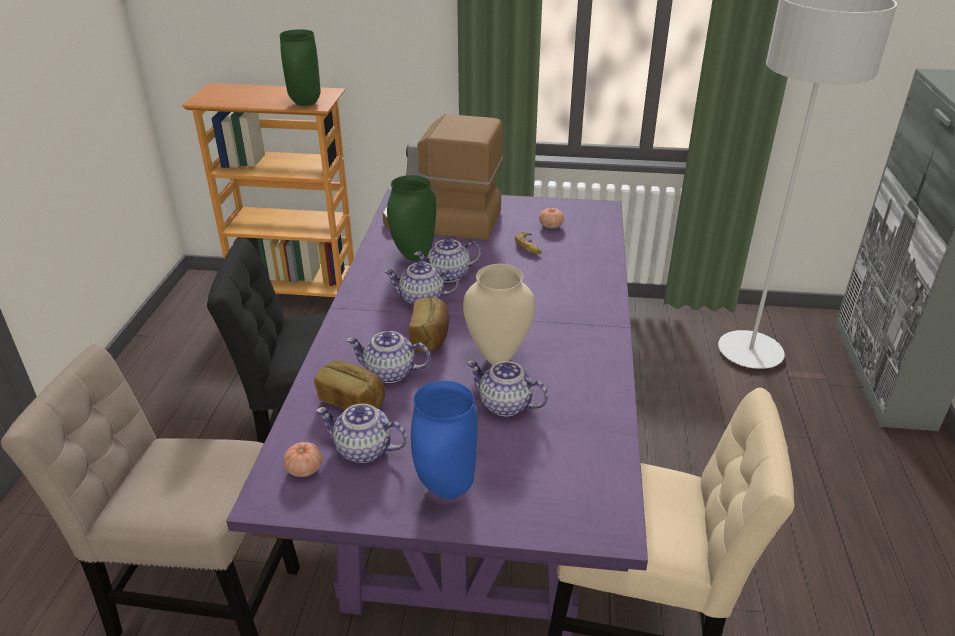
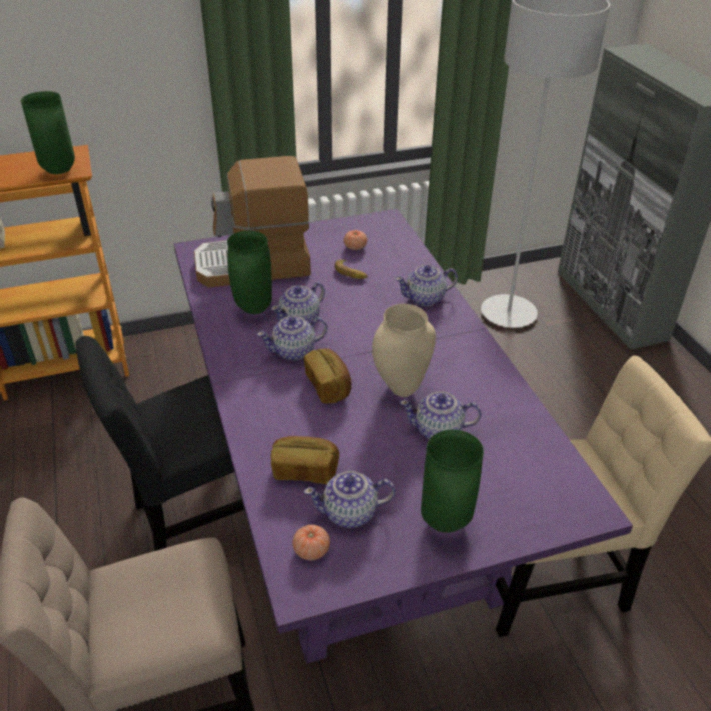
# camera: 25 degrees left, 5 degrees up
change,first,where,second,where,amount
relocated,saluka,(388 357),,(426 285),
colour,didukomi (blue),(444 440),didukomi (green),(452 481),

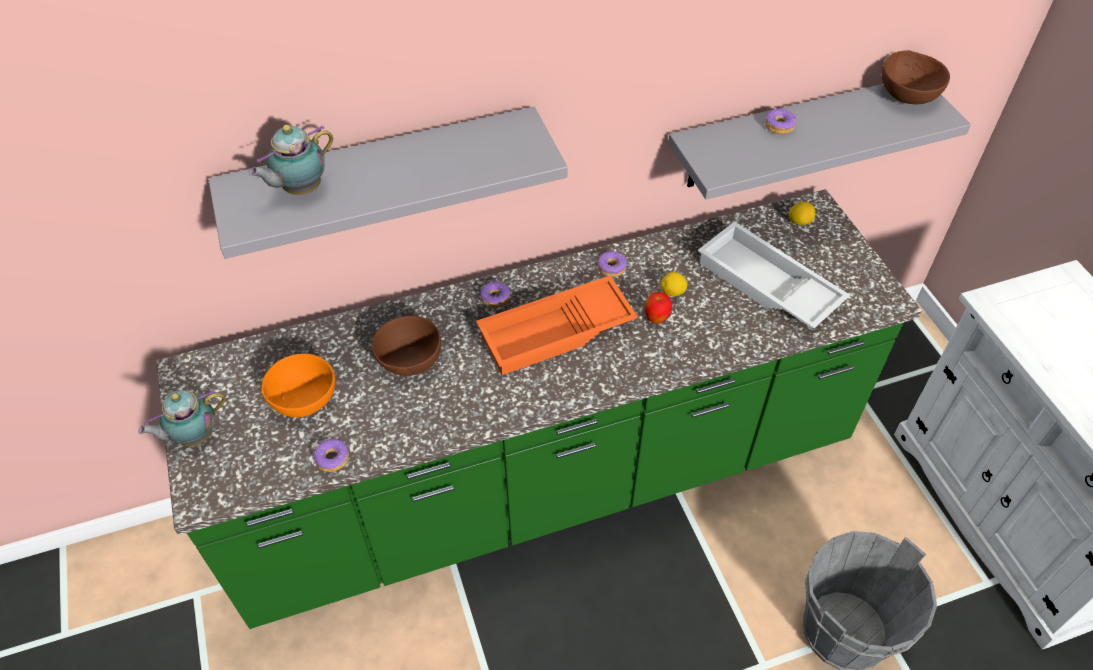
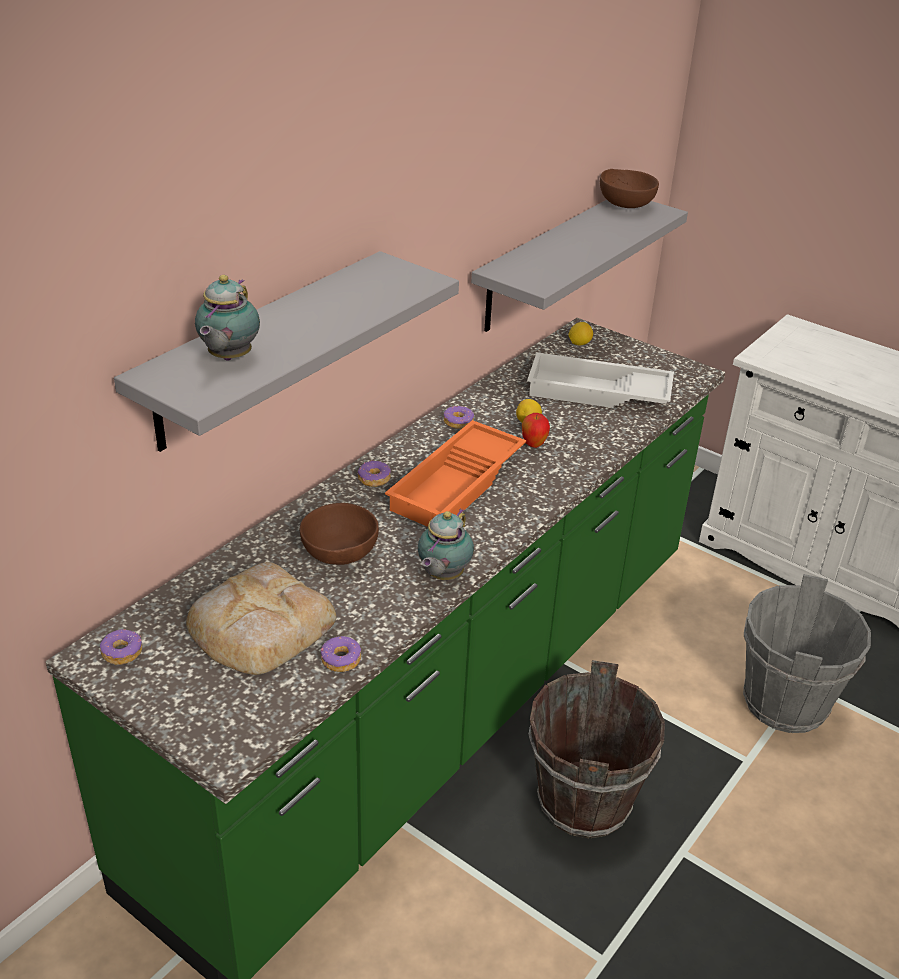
# camera: 35 degrees left, 15 degrees down
change,first,where,second,where,amount
relocated,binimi,(781 121),,(121 647),
exchanged,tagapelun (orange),(298 385),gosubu,(261 618),
relocated,saluka,(182 418),,(446 544),
appeared,,,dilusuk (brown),(597 749),

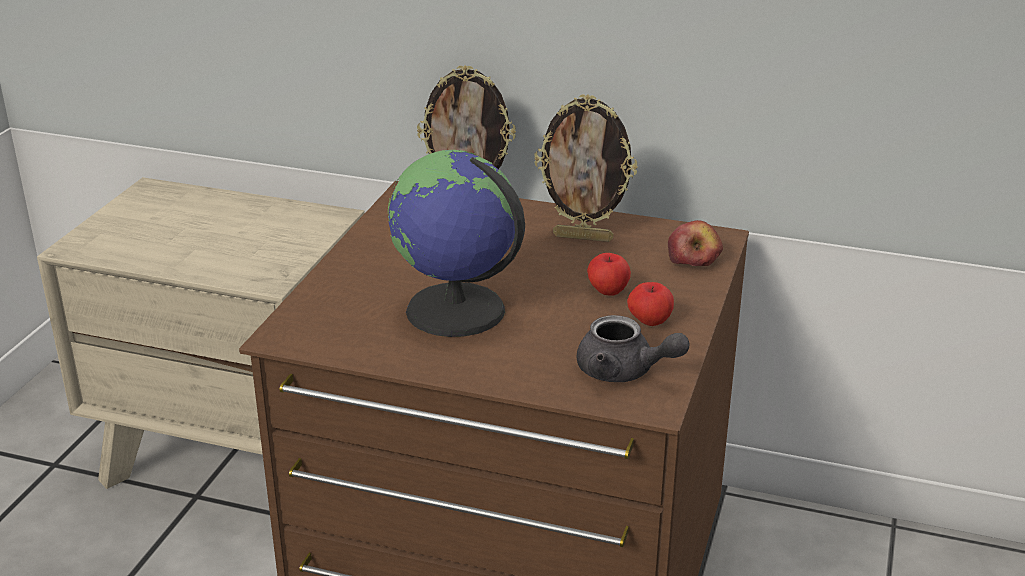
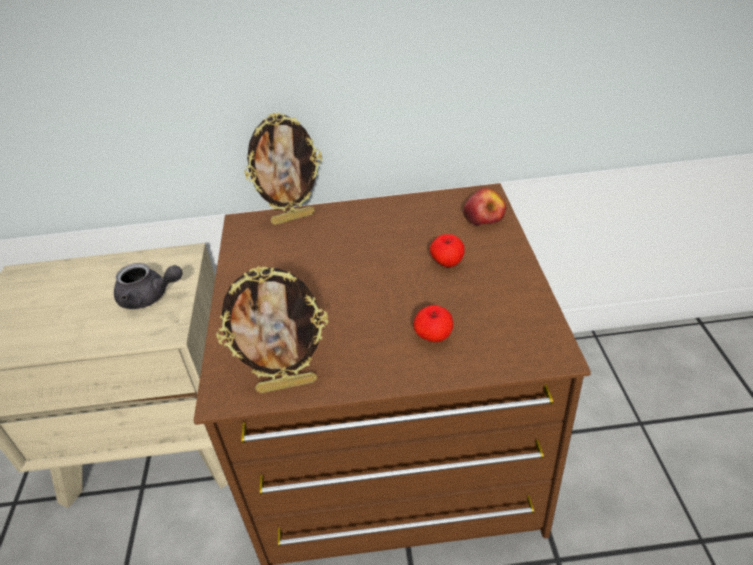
# camera: 20 degrees left, 10 degrees up
change,first,where,second,where,amount
relocated,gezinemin,(586 168),,(272 329),
missing,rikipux,(456 243),,,
relocated,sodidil,(650 304),,(433 323),
relocated,saluka (grey),(632 348),,(148 286),

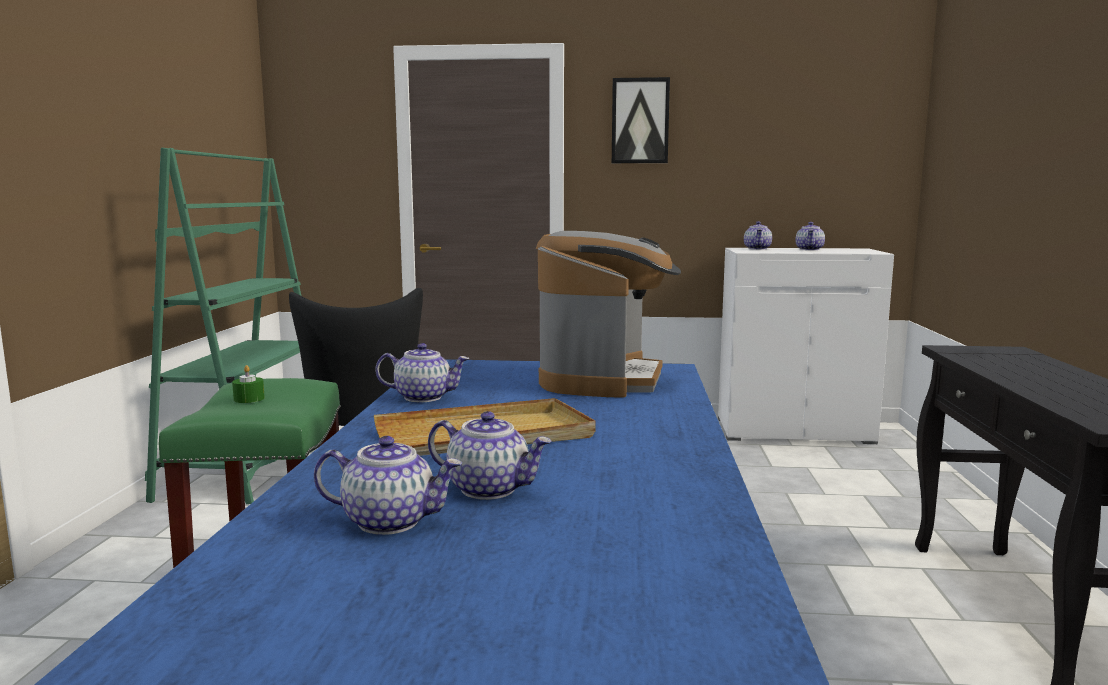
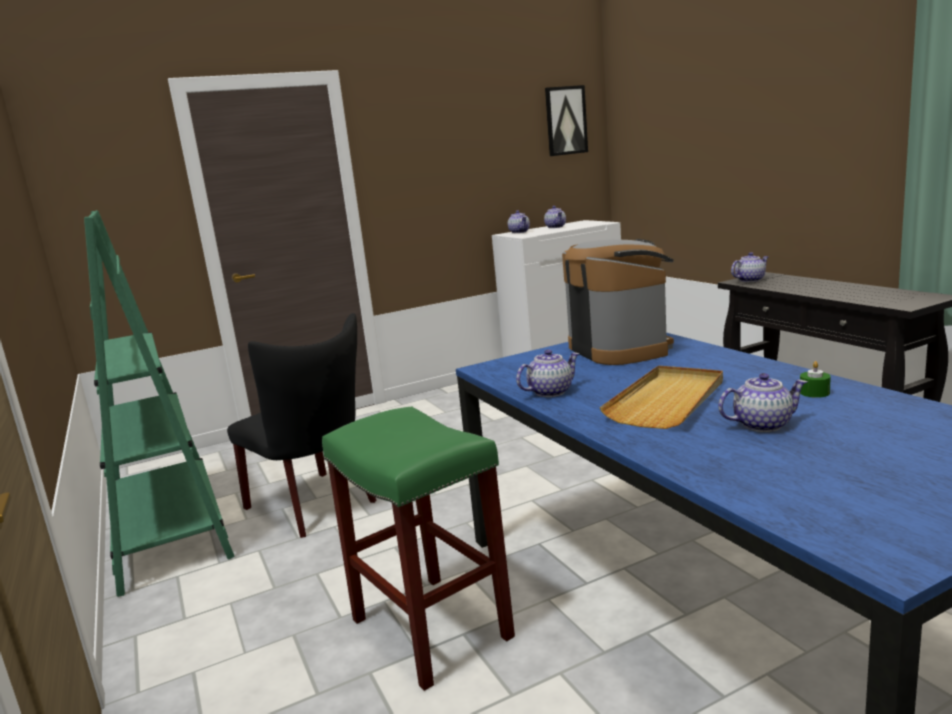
# camera: 30 degrees left, 5 degrees up
change,first,where,second,where,amount
relocated,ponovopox,(641 120),,(566 120),
relocated,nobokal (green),(248 384),,(815 379),
relocated,saluka,(388 485),,(749 267),

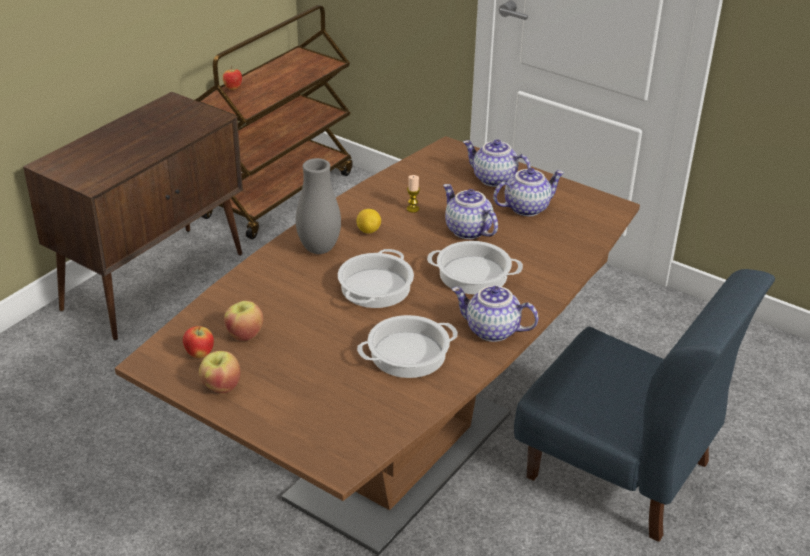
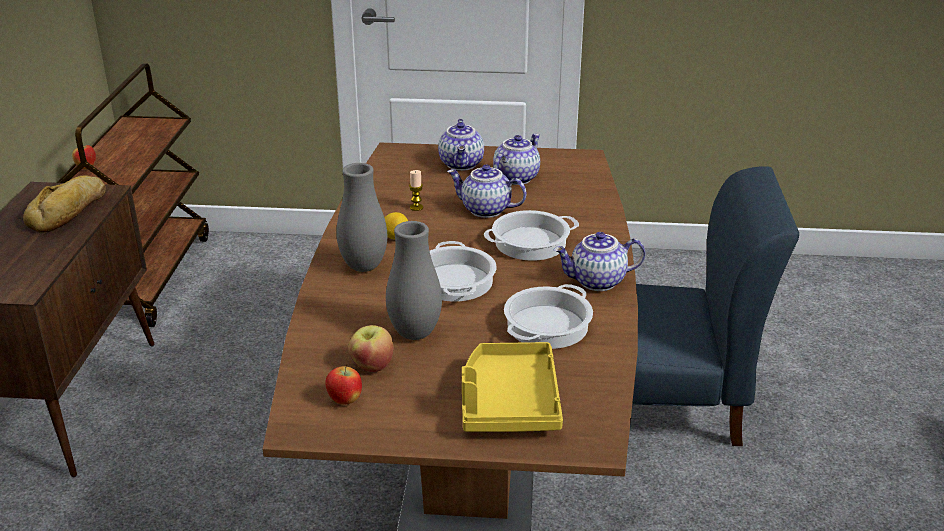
# camera: 30 degrees left, 5 degrees down
change,first,where,second,where,amount
spun,saluka,(497 163),,(461 145),90 degrees counterclockwise
missing,sodidil,(219 372),,,
appeared,,,gosubu,(64 204),
appeared,,,didukomi (grey),(414 280),
appeared,,,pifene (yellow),(512 387),

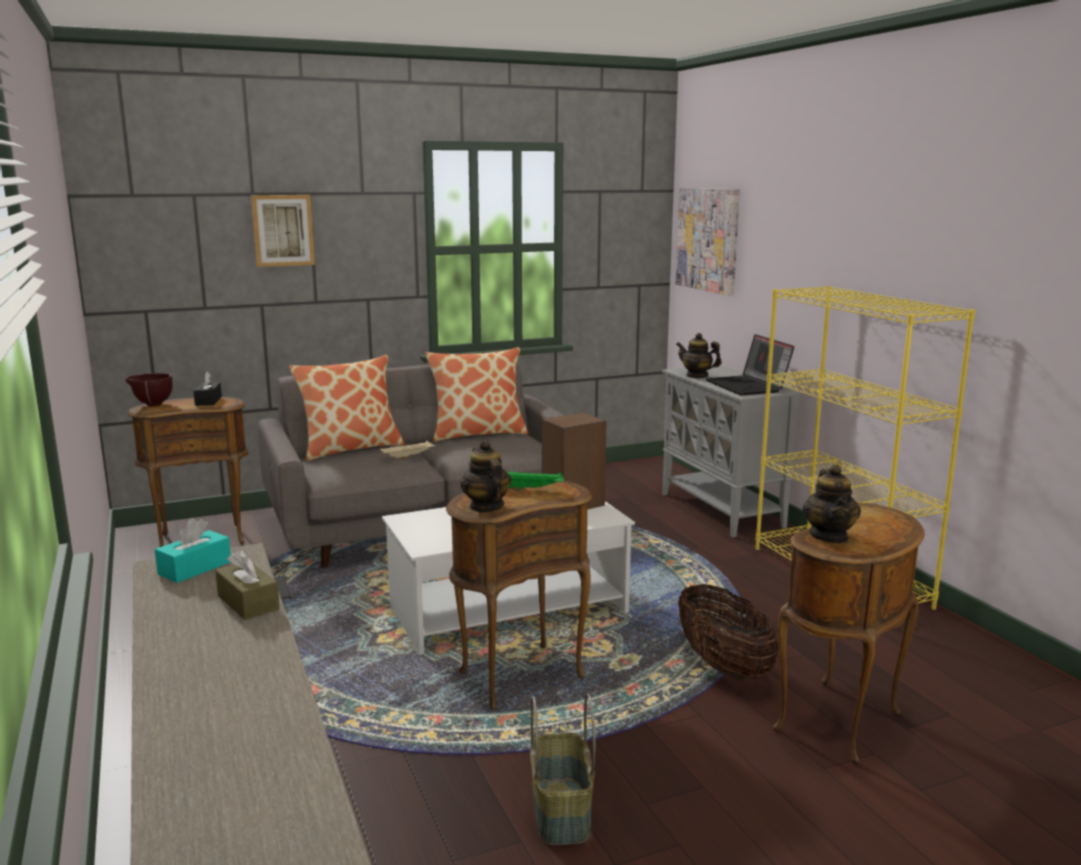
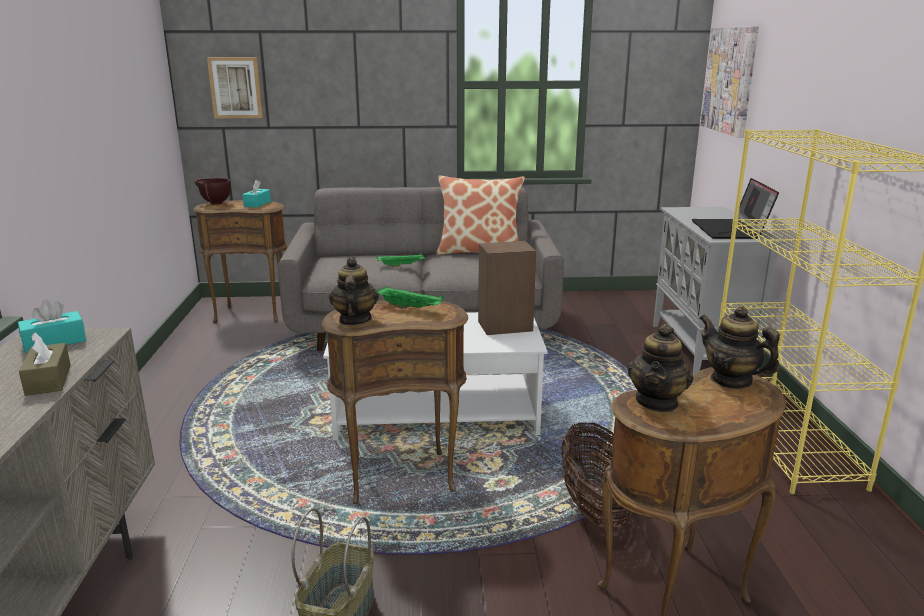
# camera: 20 degrees right, 5 degrees up
change,first,where,second,where,amount
relocated,ponovopox,(283 231),,(235 87),
relocated,saluka,(699 355),,(739 347),
missing,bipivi,(346 408),,,
colour,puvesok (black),(208 389),puvesok (turquoise),(256 194),
colour,pifene (beige),(408 449),pifene (green),(401 260),

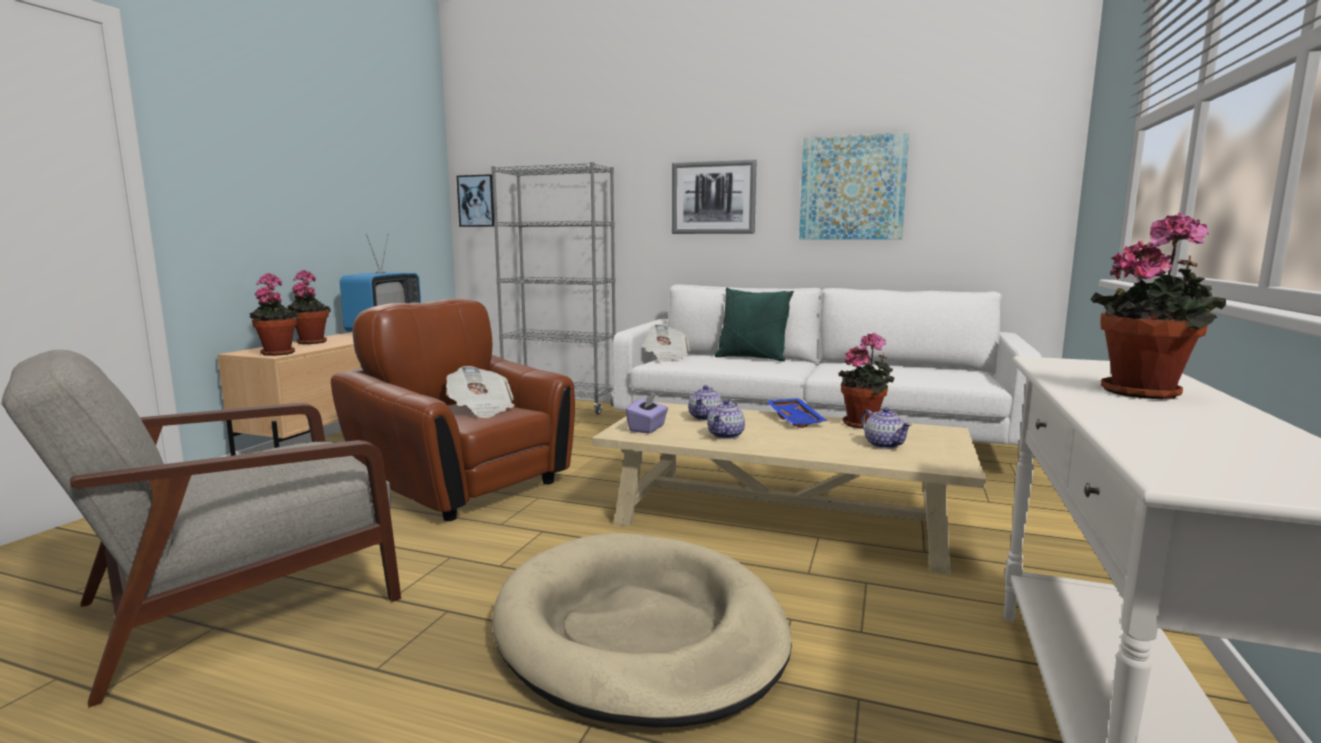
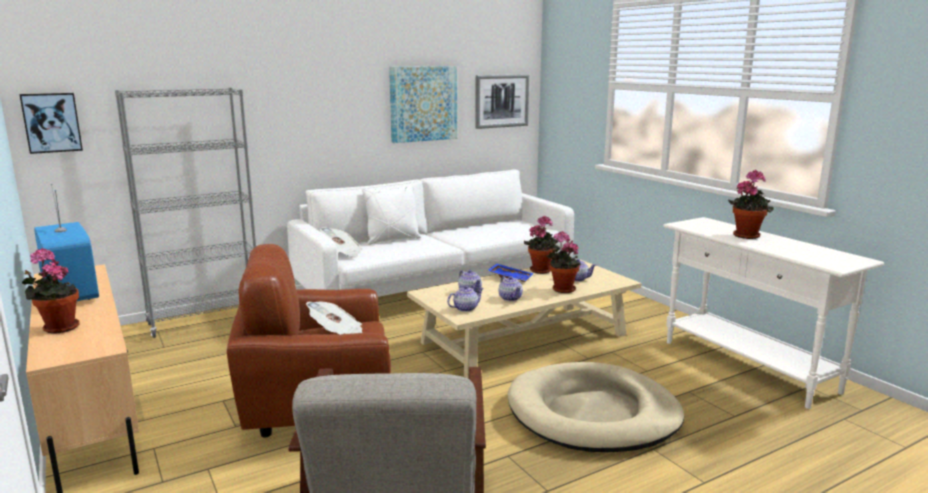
# camera: 50 degrees left, 5 degrees up
change,first,where,second,where,amount
relocated,ponovopox,(714 197),,(502 101),
relocated,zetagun,(275 314),,(563 262),
colour,bipivi (green),(754 324),bipivi (white),(391 215),
exchanged,puvesok (purple),(647 413),saluka,(465 298),

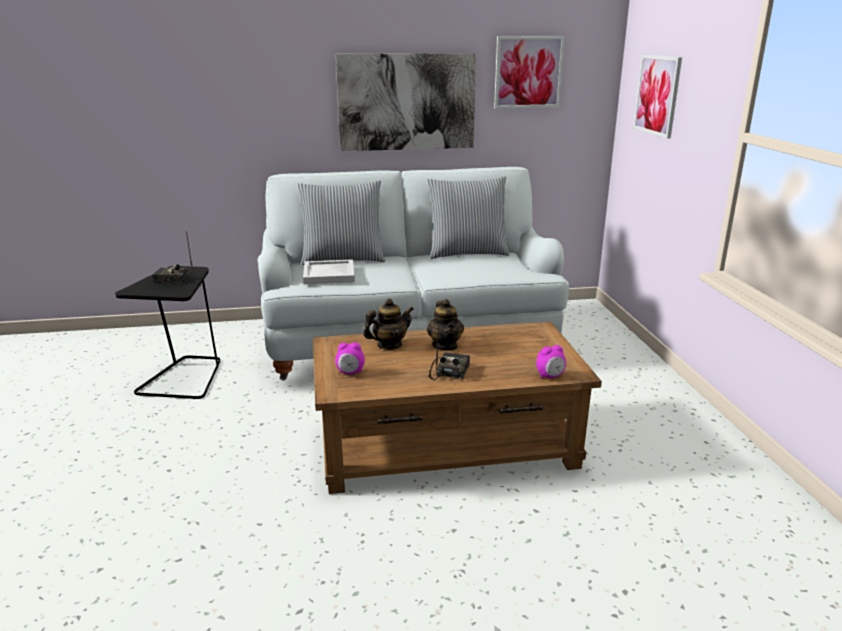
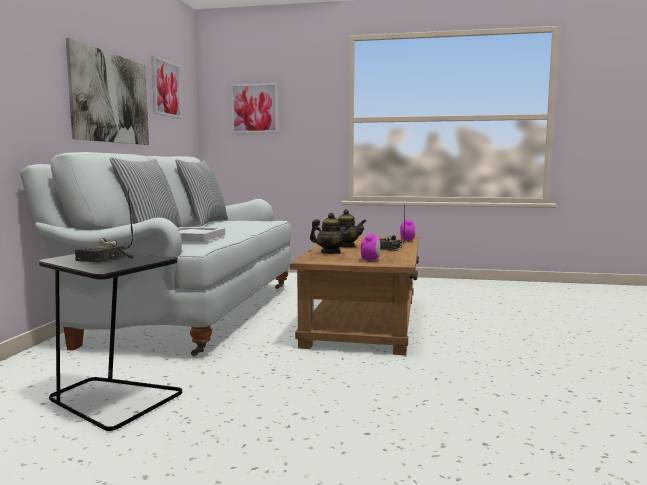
# camera: 70 degrees left, 15 degrees down
change,first,where,second,where,amount
spun,saluka,(388 323),,(331 233),120 degrees clockwise

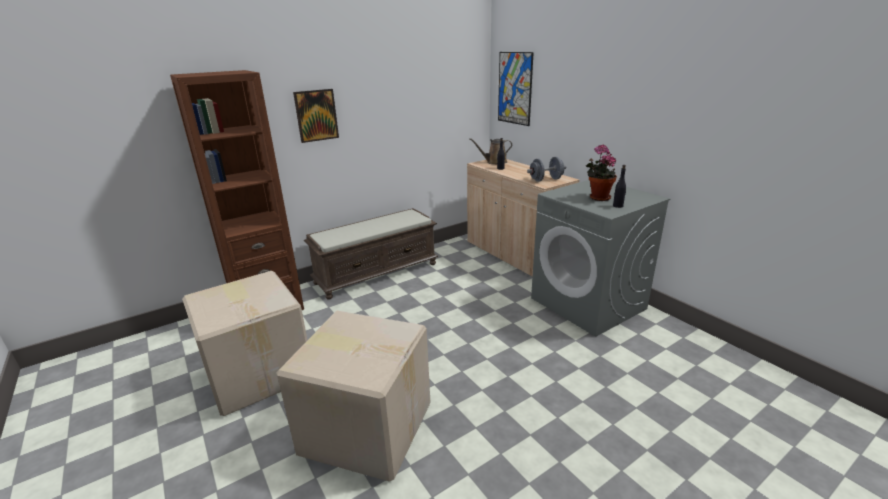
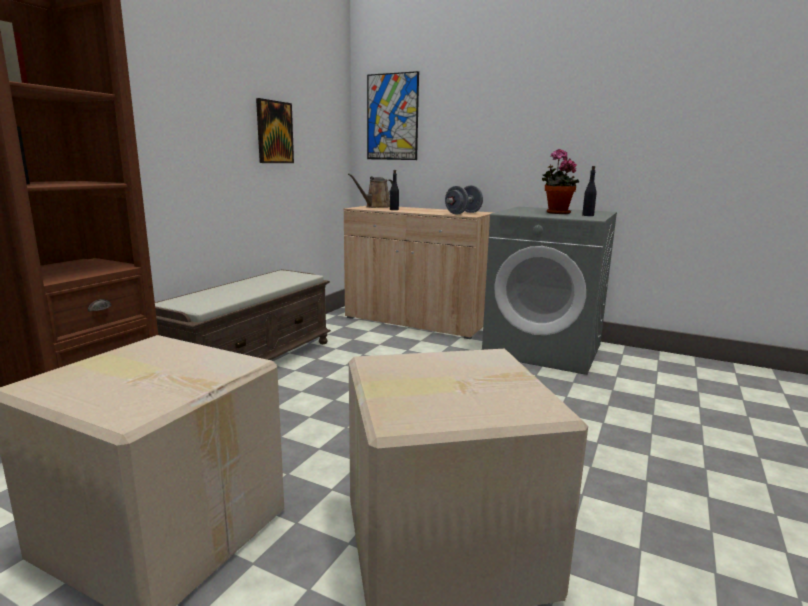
# camera: 30 degrees left, 10 degrees down
change,first,where,second,where,amount
relocated,ponovopox,(316 116),,(275 130),

